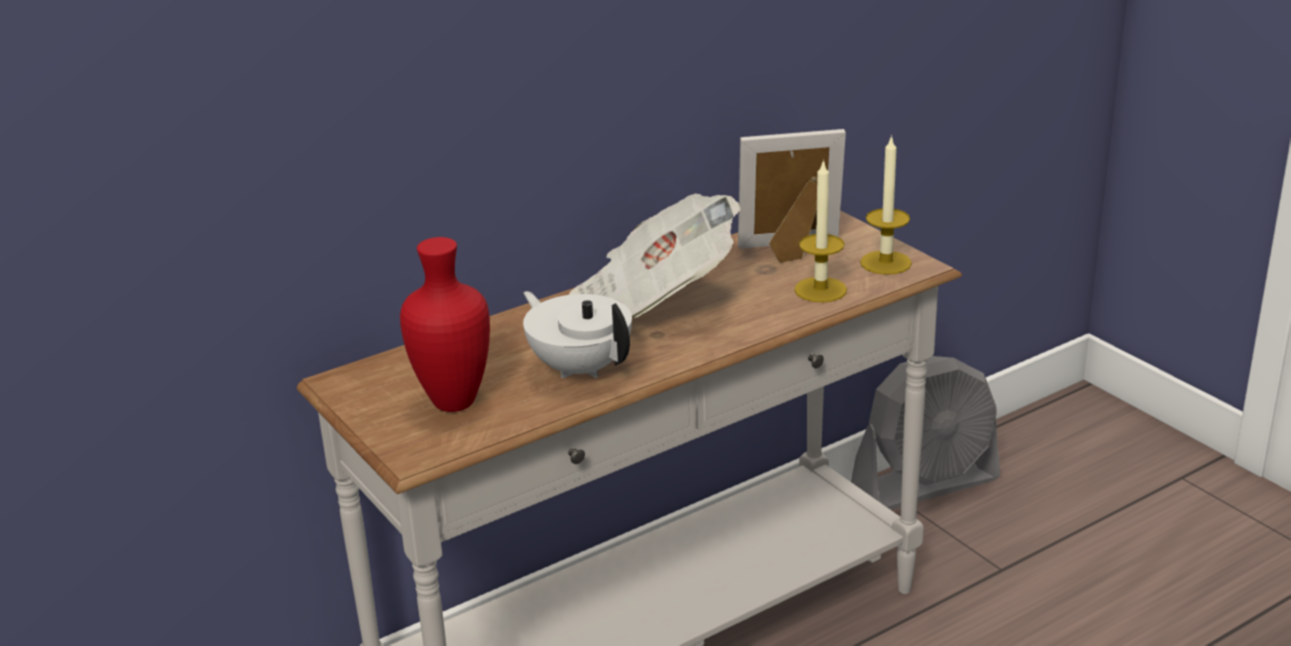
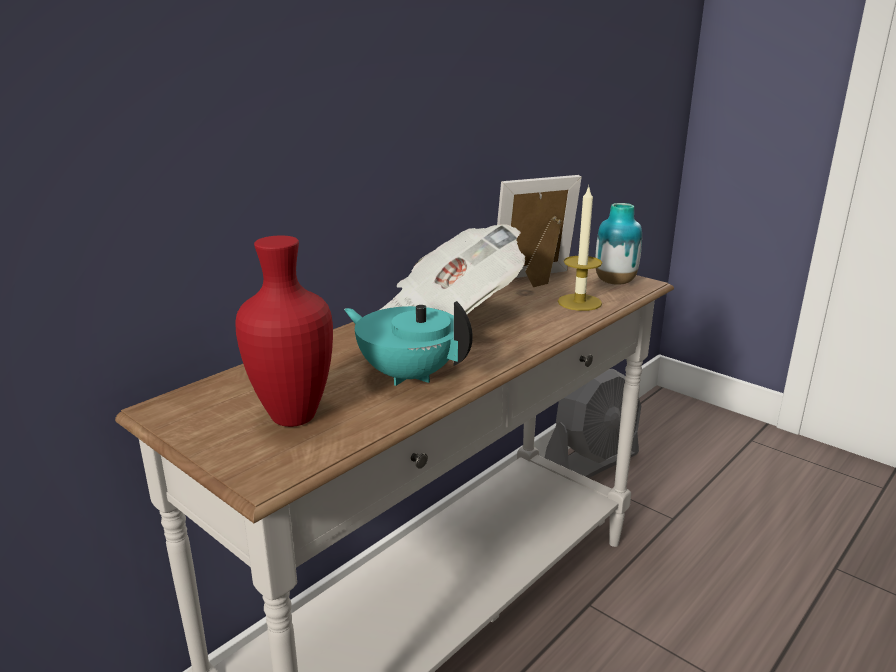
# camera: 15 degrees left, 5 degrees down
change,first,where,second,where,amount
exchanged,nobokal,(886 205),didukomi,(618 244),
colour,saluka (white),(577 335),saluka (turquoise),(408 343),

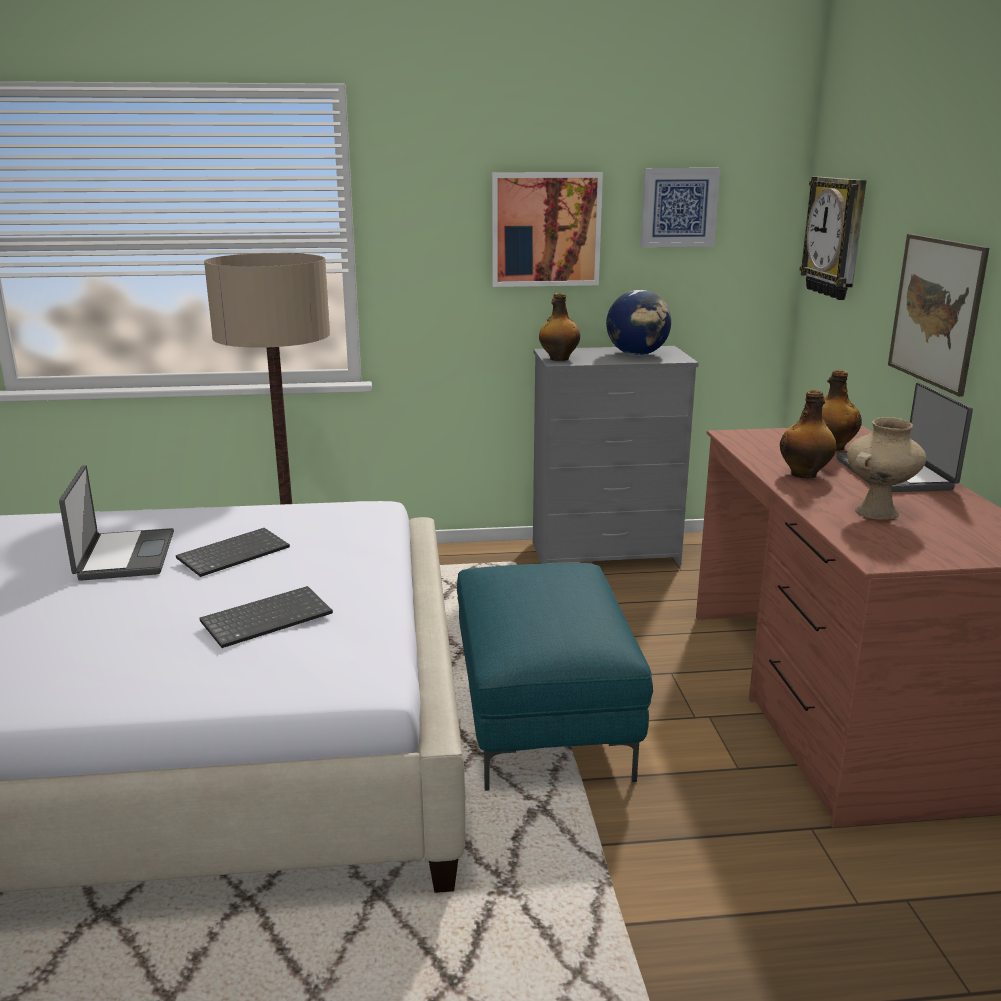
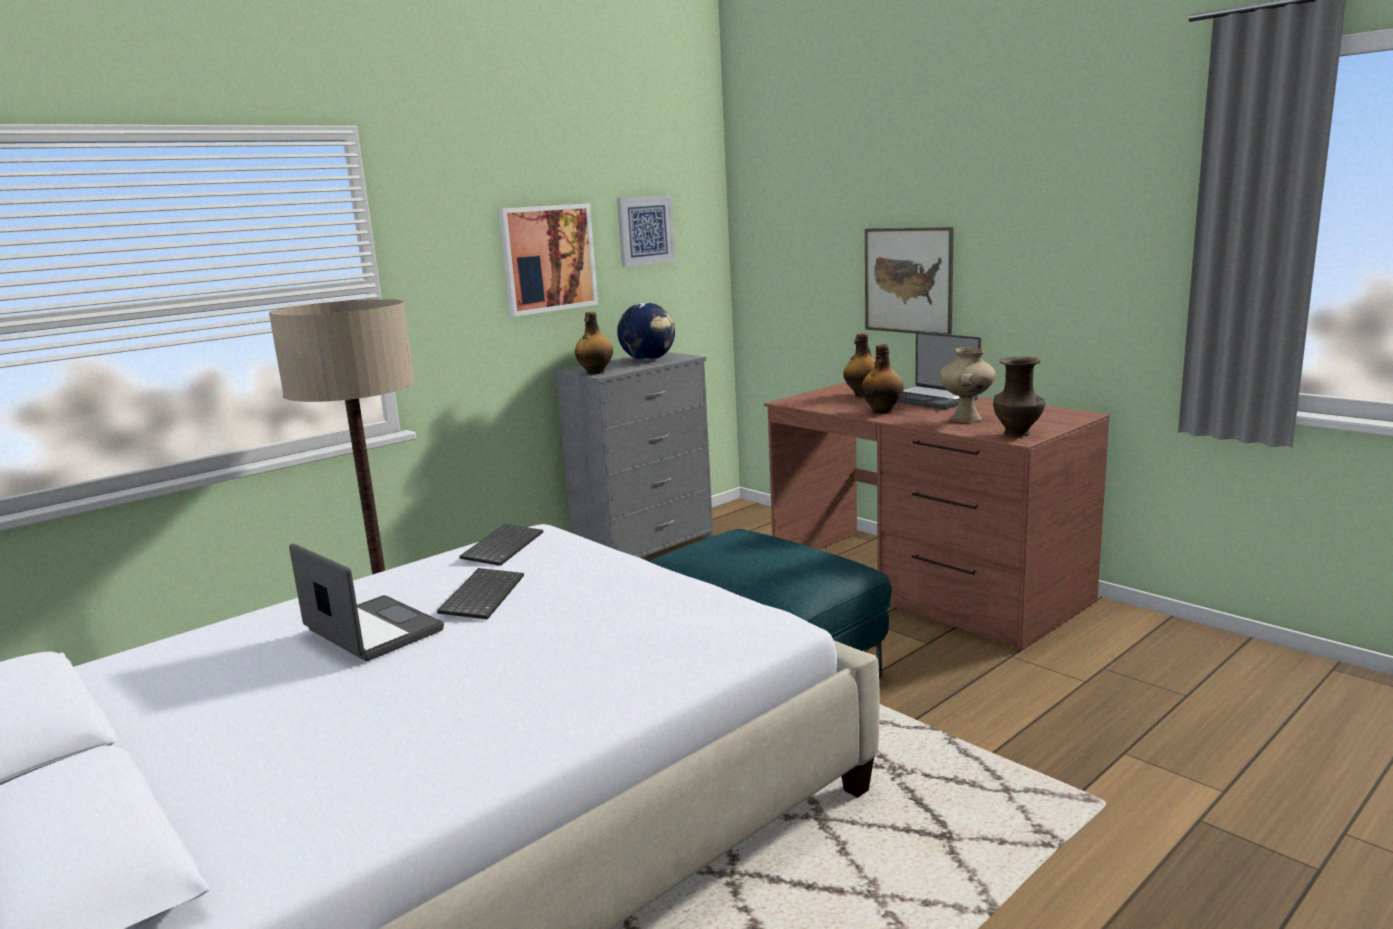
# camera: 35 degrees left, 5 degrees down
change,first,where,second,where,amount
missing,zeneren,(833 238),,,
relocated,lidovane,(266 617),,(501 545),
appeared,,,didukomi (brown),(1019 396),

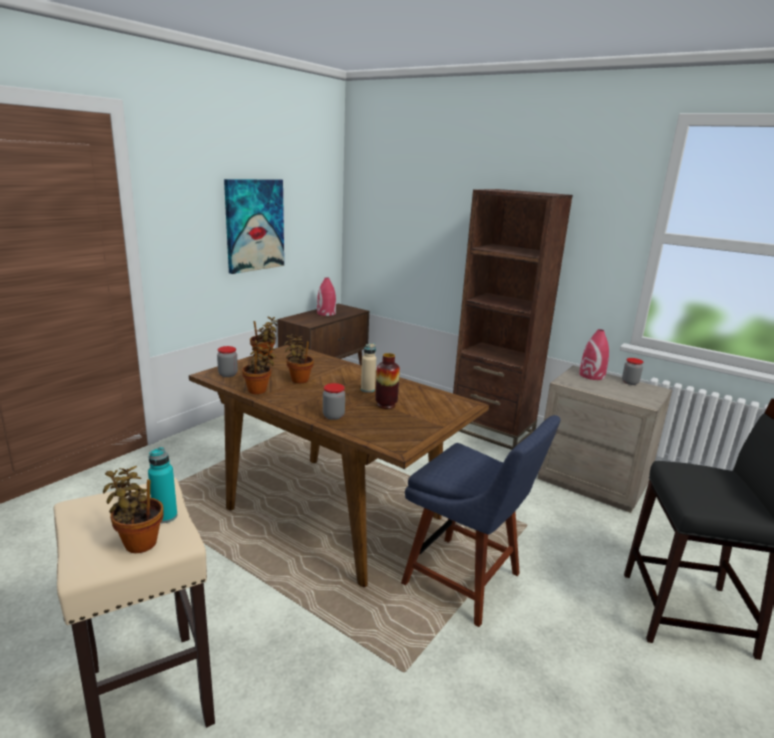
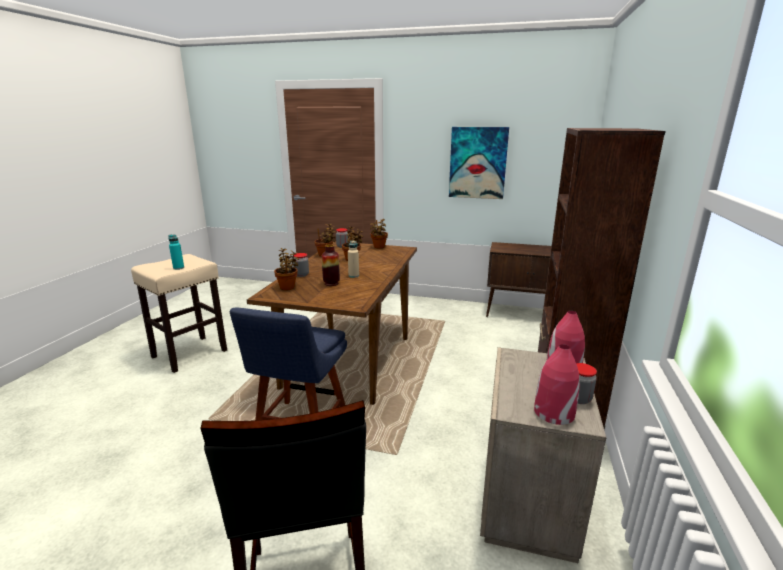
# camera: 70 degrees right, 0 degrees up
change,first,where,second,where,amount
relocated,didukomi (red),(326 297),,(557 384),
relocated,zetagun,(133 509),,(286 269),

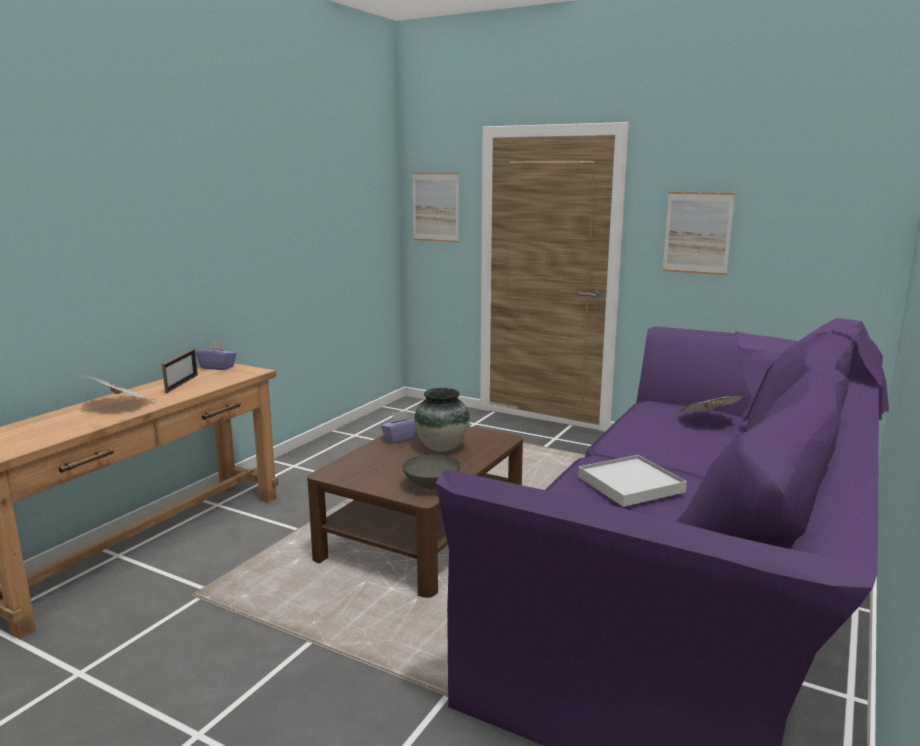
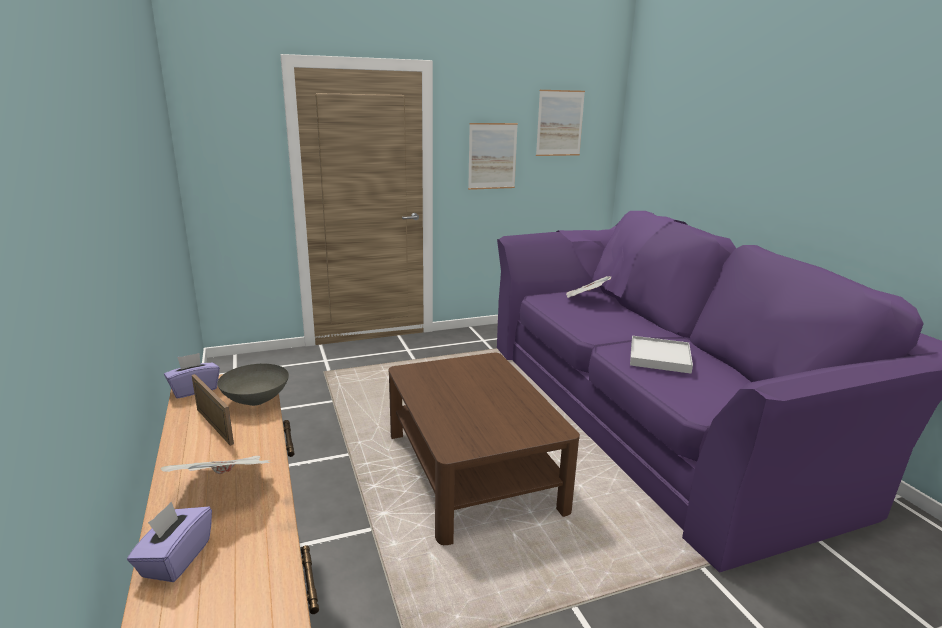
# camera: 50 degrees left, 5 degrees up
change,first,where,second,where,amount
relocated,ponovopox,(435 207),,(560 123),
missing,didukomi,(442 420),,,
relocated,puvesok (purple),(400 427),,(169 542),
relocated,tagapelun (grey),(431 472),,(253 385),

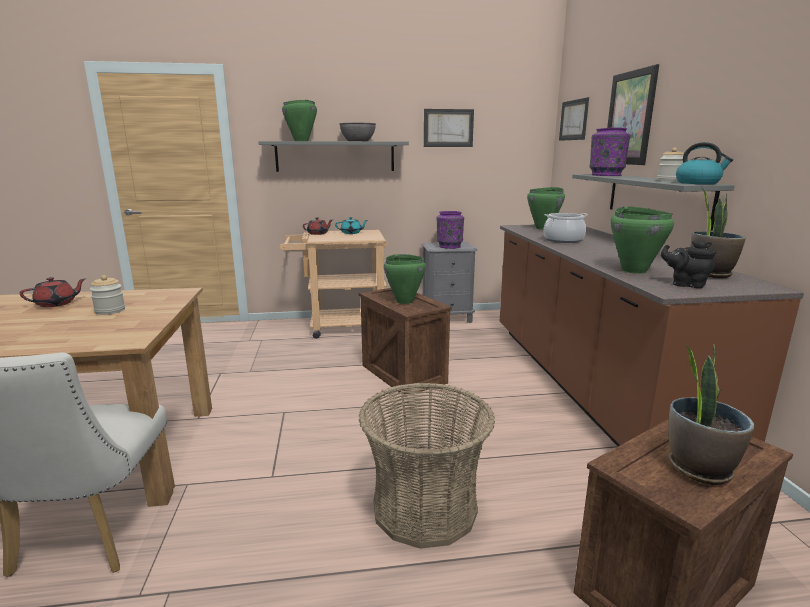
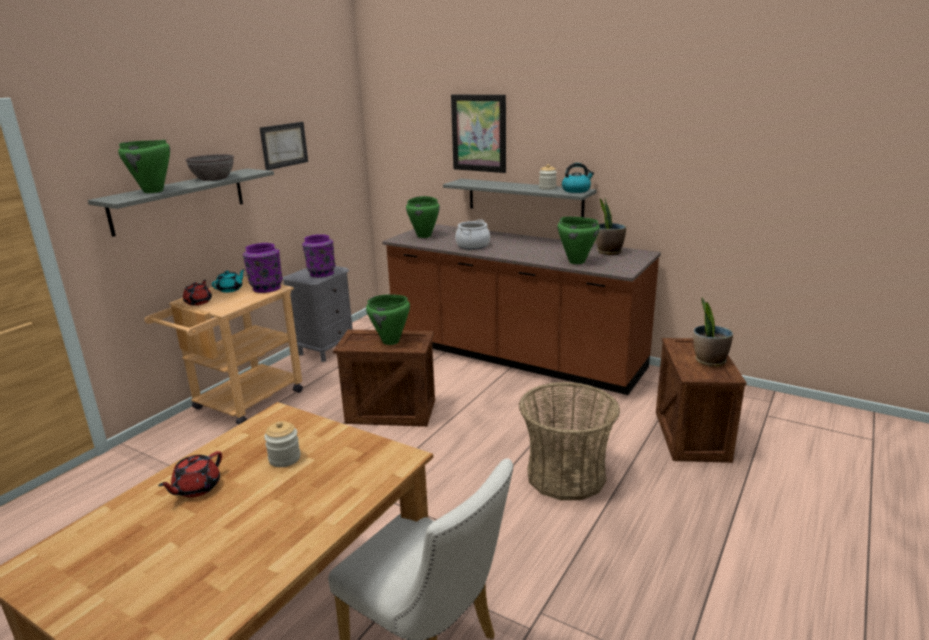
# camera: 50 degrees left, 5 degrees up
change,first,where,second,where,amount
missing,ponovopox,(574 119),,,
relocated,didukomi (purple),(610 151),,(263 268),
missing,saluka (black),(688 264),,,
spun,saluka (red),(53 292),,(190 474),150 degrees counterclockwise

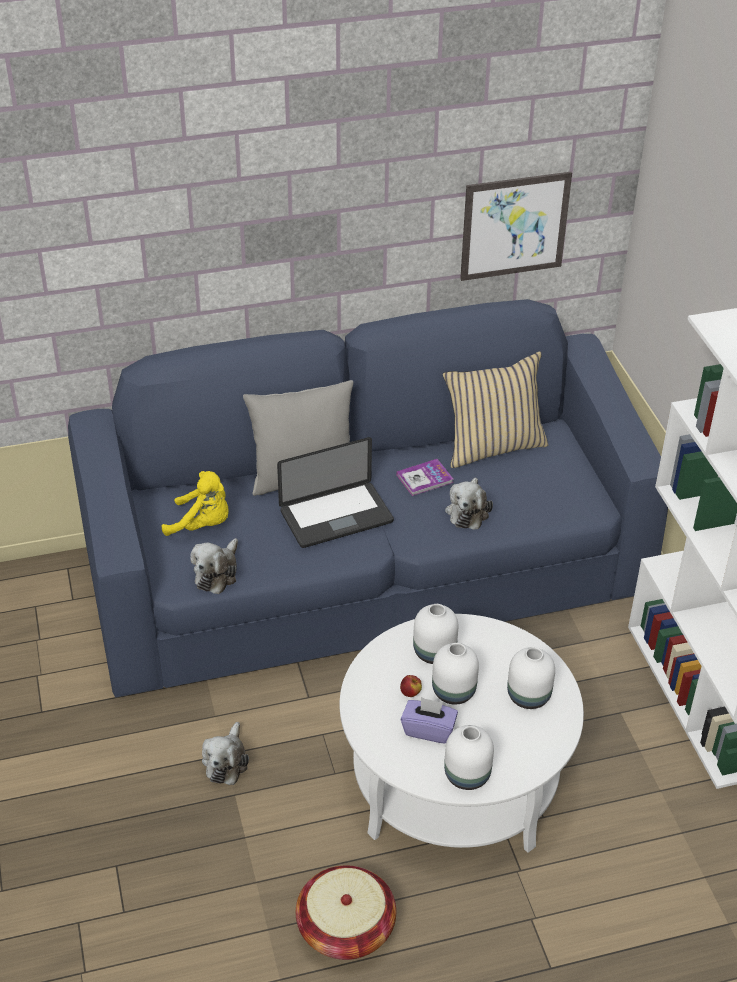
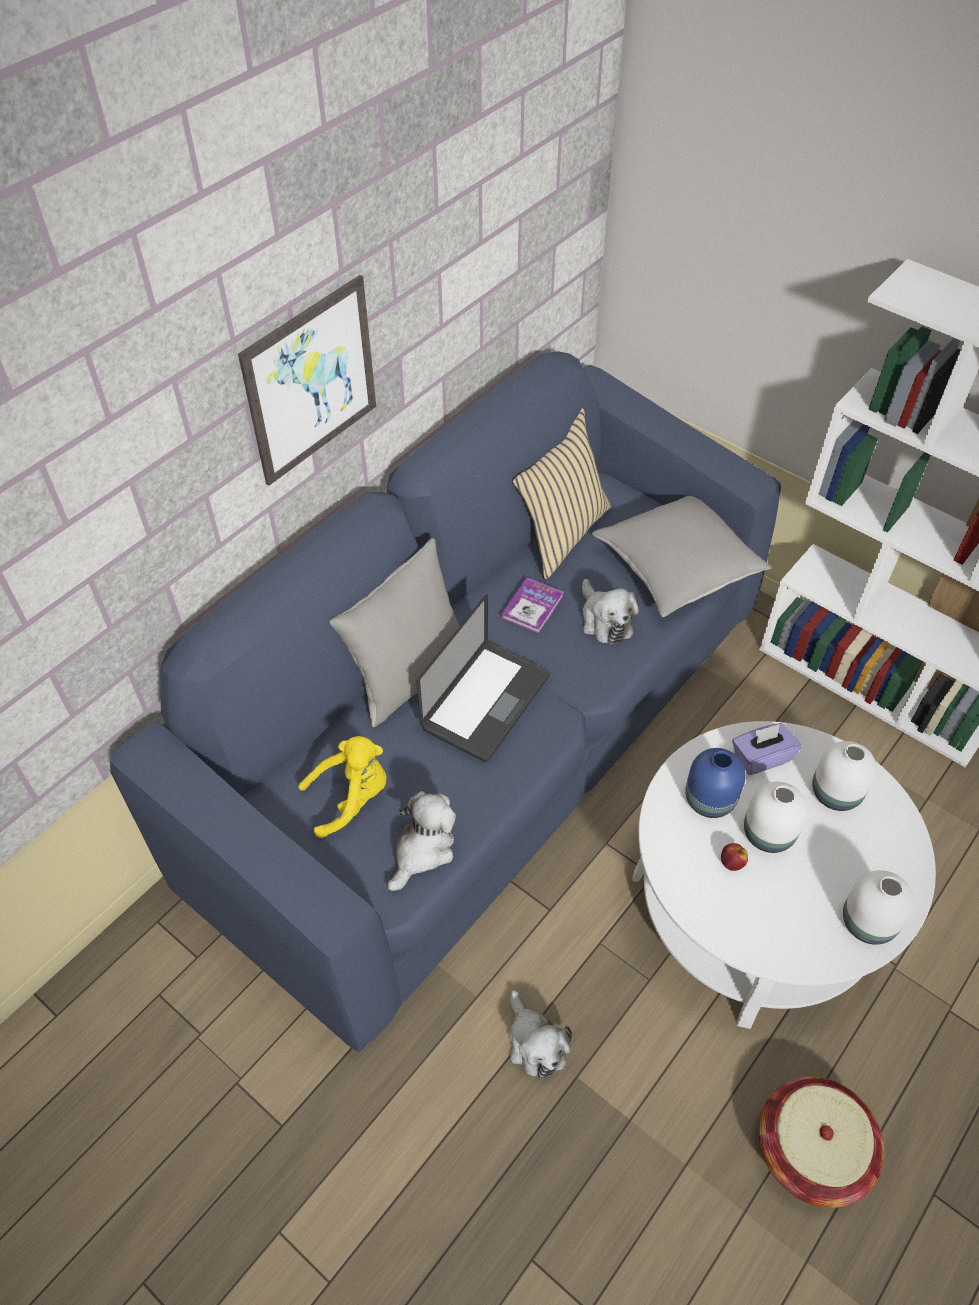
# camera: 35 degrees left, 10 degrees up
change,first,where,second,where,amount
relocated,ponovopox,(516 226),,(307 380),
spun,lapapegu,(214 566),,(421 841),135 degrees counterclockwise
colour,didukomi (white),(435 634),didukomi (blue),(716 783),
relocated,puvesok (purple),(429 720),,(767 749),
appeared,,,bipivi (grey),(682 556),

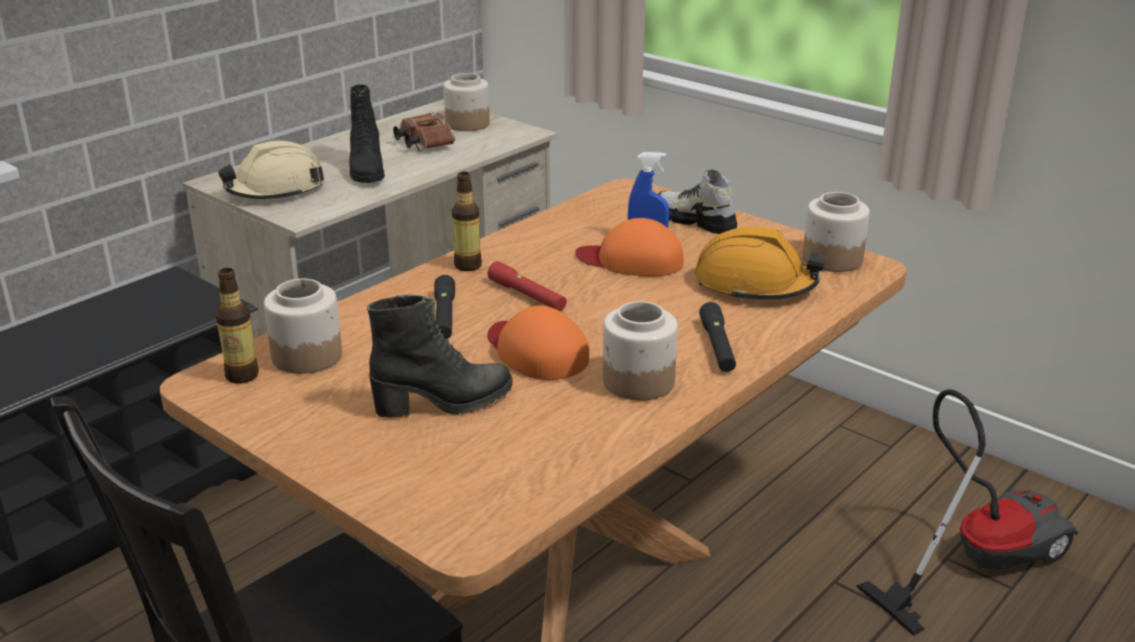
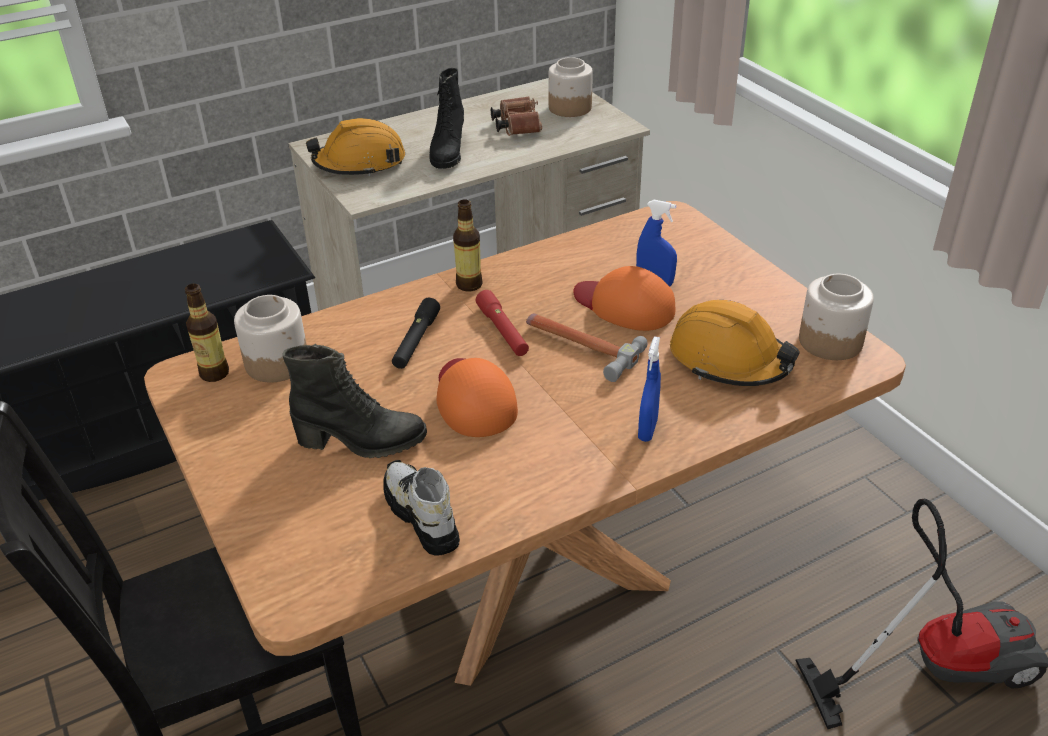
# camera: 20 degrees right, 10 degrees up
change,first,where,second,where,amount
colour,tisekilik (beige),(271 170),tisekilik (orange),(355 147),
relocated,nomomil,(697 201),,(421 508),
missing,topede,(640 350),,,
exchanged,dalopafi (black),(717 337),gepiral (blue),(649 389),
appeared,,,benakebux,(587 347),

